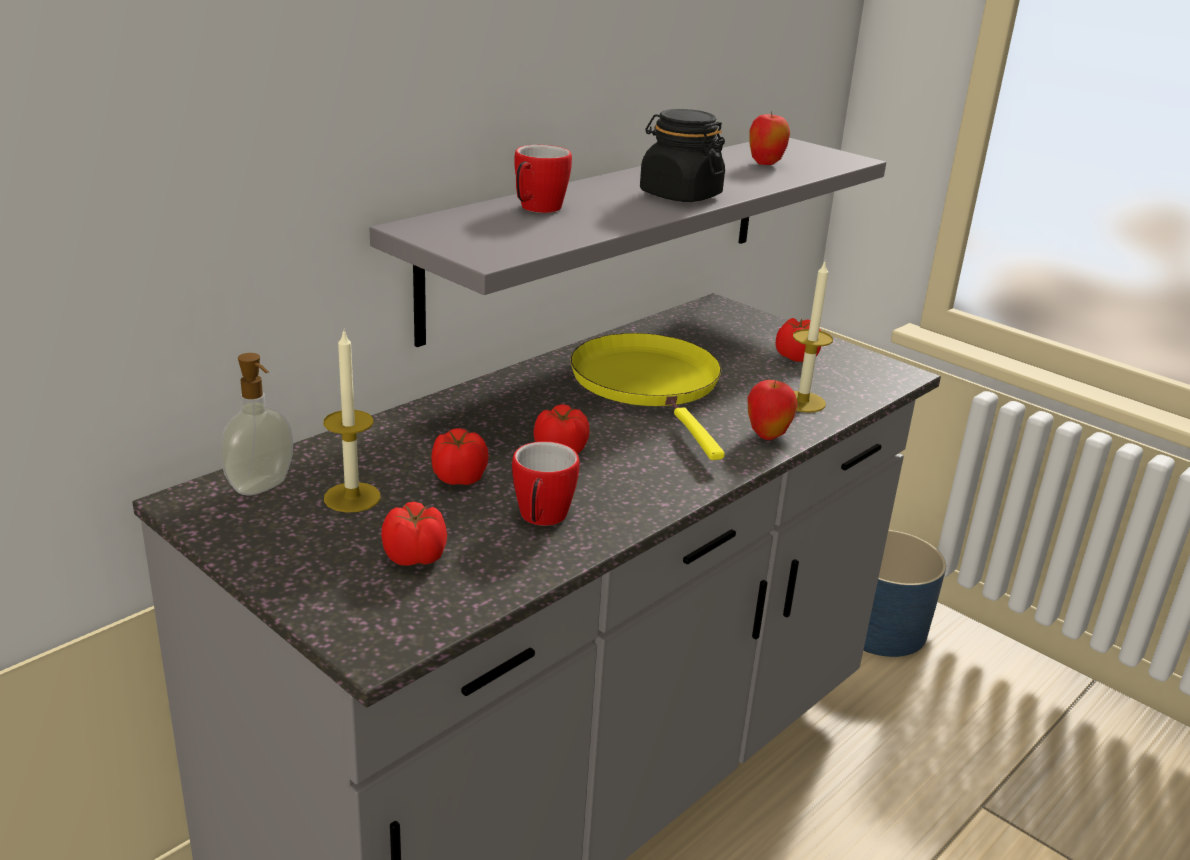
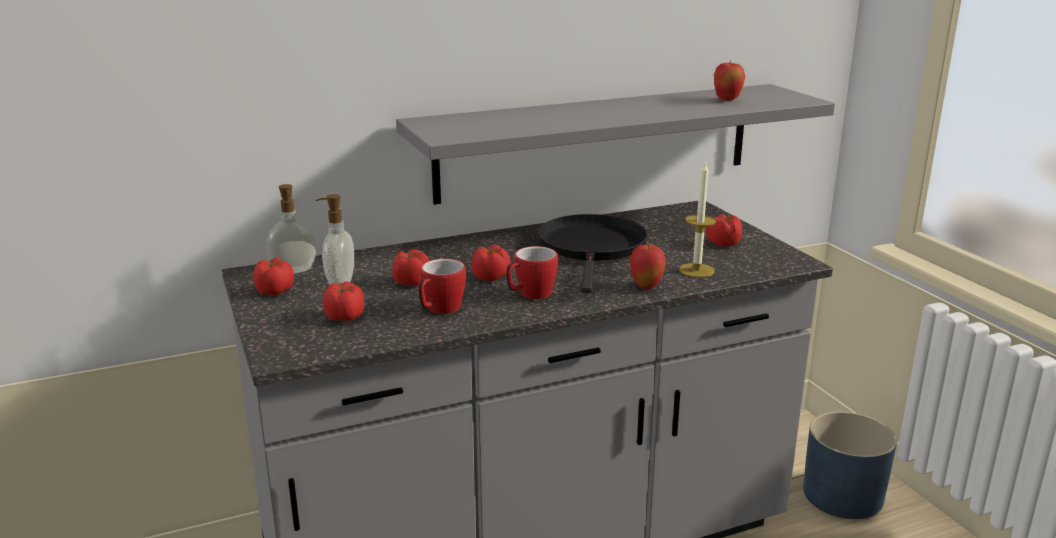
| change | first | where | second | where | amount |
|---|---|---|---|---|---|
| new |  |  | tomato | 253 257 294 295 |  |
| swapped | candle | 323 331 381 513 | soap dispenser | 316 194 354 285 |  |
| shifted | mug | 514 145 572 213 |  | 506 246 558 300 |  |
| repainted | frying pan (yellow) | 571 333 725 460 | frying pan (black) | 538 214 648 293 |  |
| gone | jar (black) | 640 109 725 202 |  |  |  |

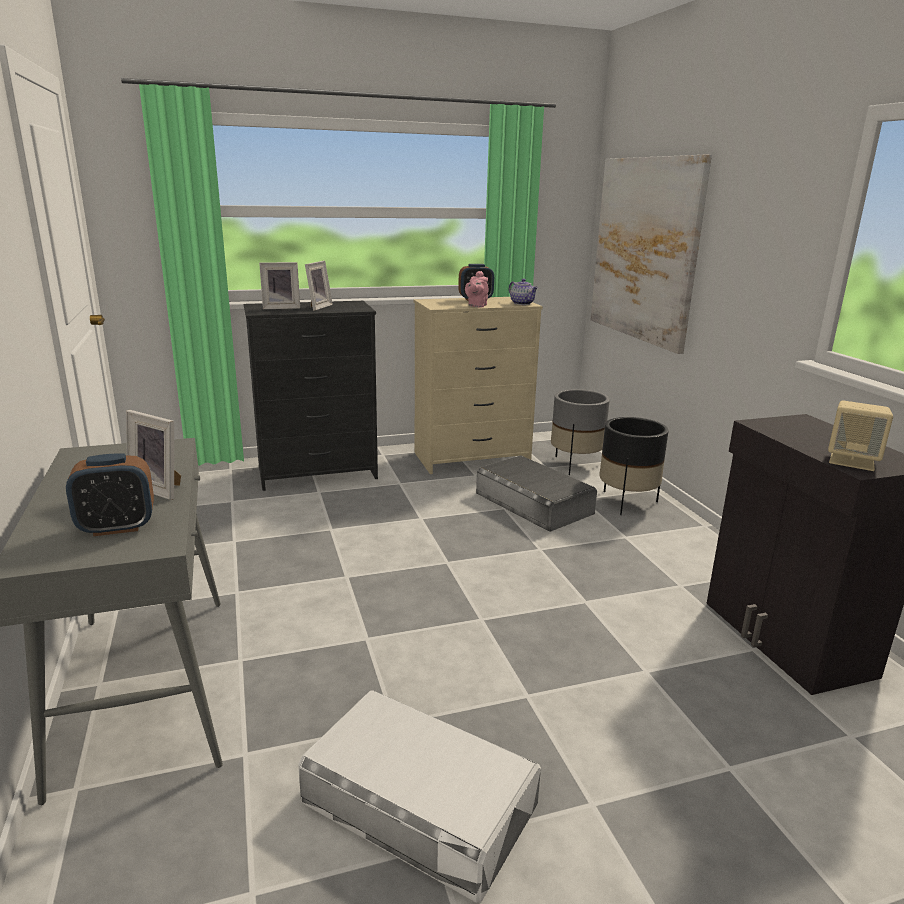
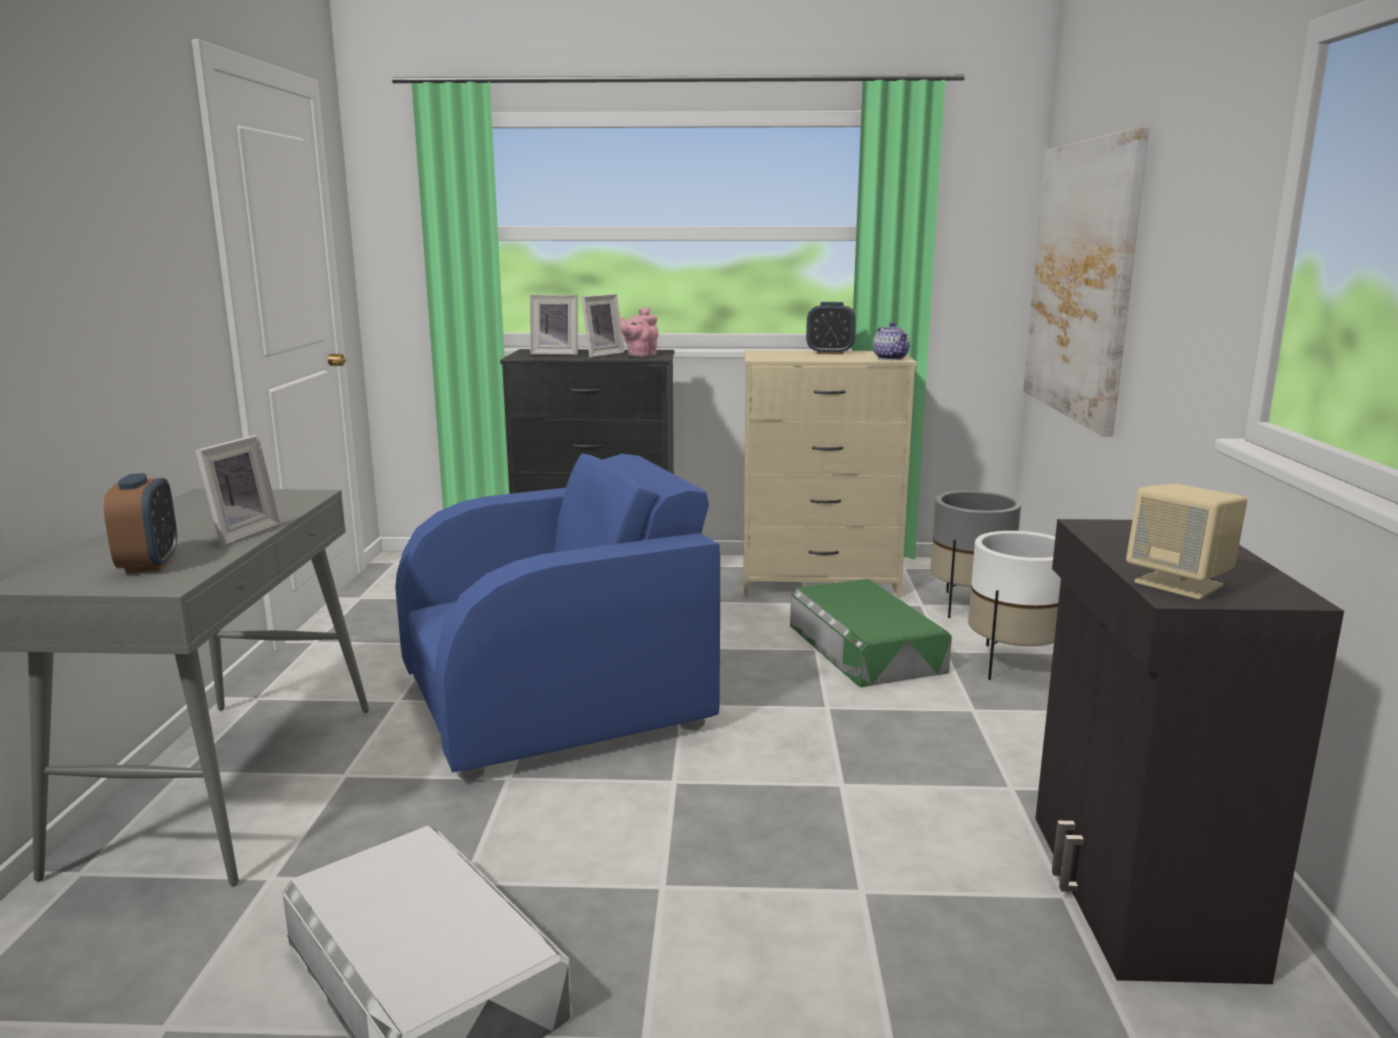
| change | first | where | second | where | amount |
|---|---|---|---|---|---|
| rotated | alarm clock | 66 453 154 536 |  | 104 473 177 573 | 105 degrees counterclockwise |
| rotated | picture frame | 126 410 181 500 |  | 195 435 280 546 | 120 degrees counterclockwise |
| new |  |  | armchair (blue) | 395 454 720 781 |  |
| shifted | teapot (pink) | 465 271 489 308 |  | 620 307 658 357 |  |
| repainted | storage box (grey) | 476 455 597 532 | storage box (green) | 790 579 952 687 |  |
| repainted | planter (black) | 599 417 669 515 | planter (white) | 968 531 1061 680 |  |

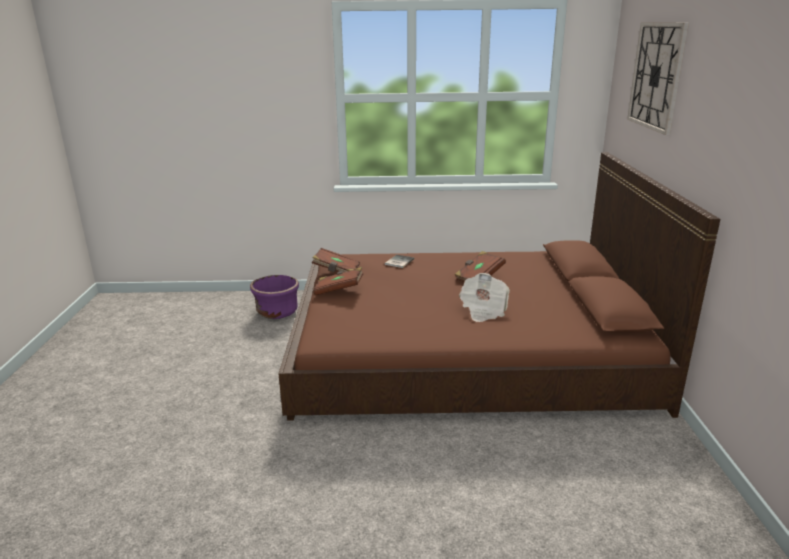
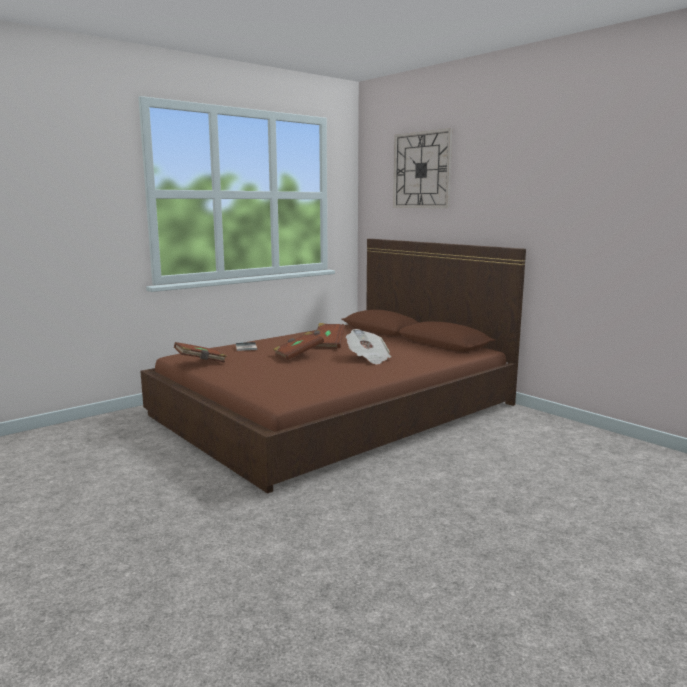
| change | first | where | second | where | amount |
|---|---|---|---|---|---|
| shifted | book (brown) | 313 267 363 295 |  | 273 332 324 360 |  |
| gone | planter (purple) | 250 275 299 319 |  |  |  |

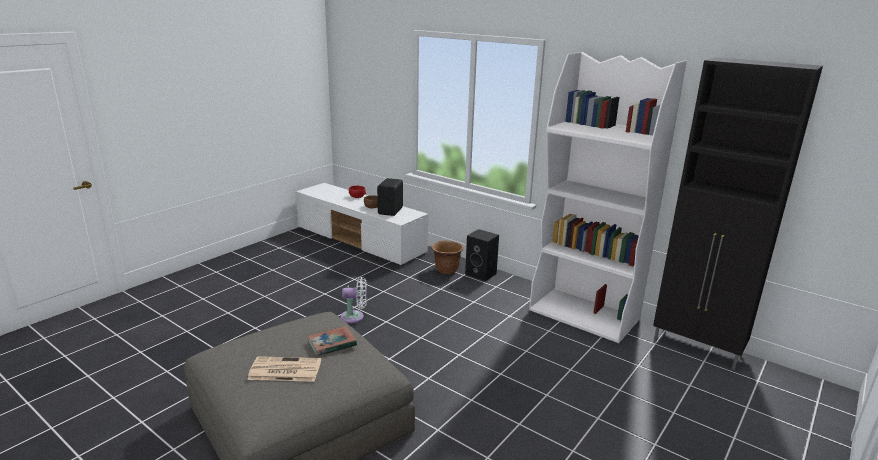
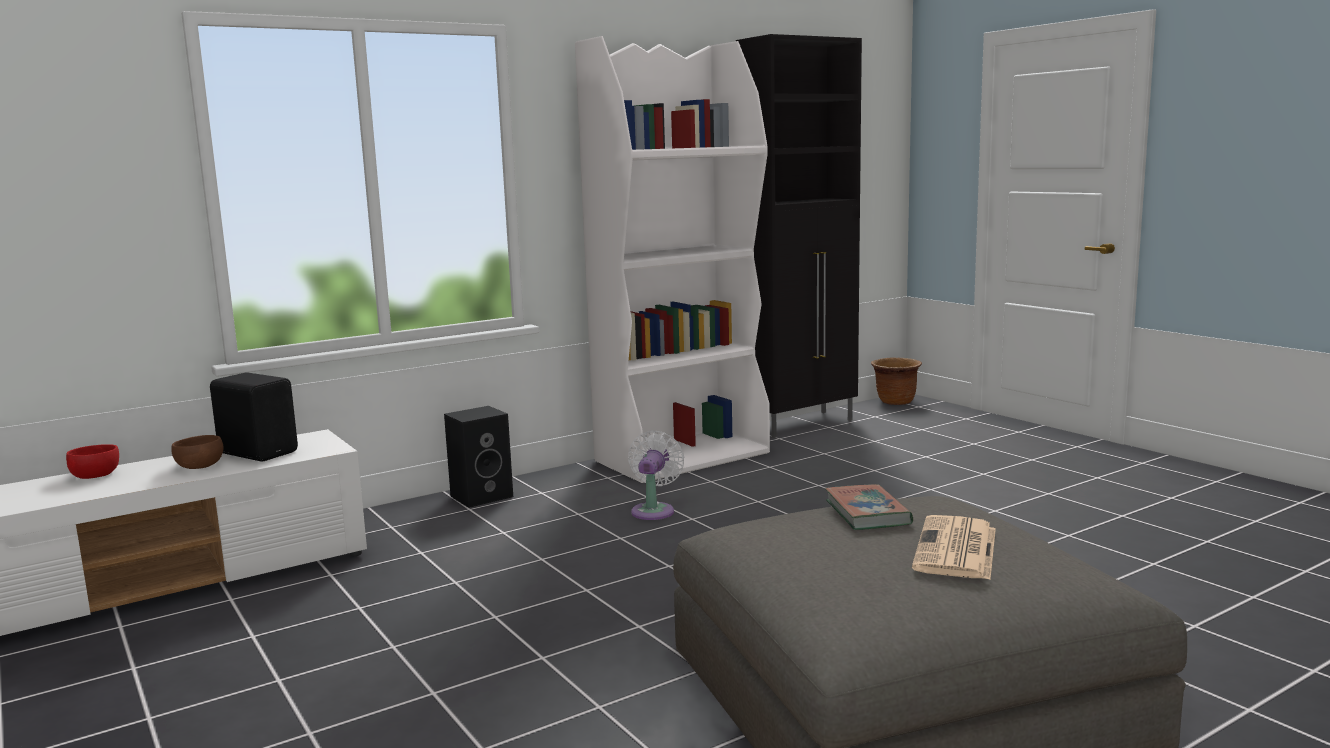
| change | first | where | second | where | amount |
|---|---|---|---|---|---|
| shifted | fan (white) | 340 277 367 323 |  | 628 430 684 520 |  |
| shifted | planter (brown) | 431 240 464 274 |  | 871 358 922 405 |  |

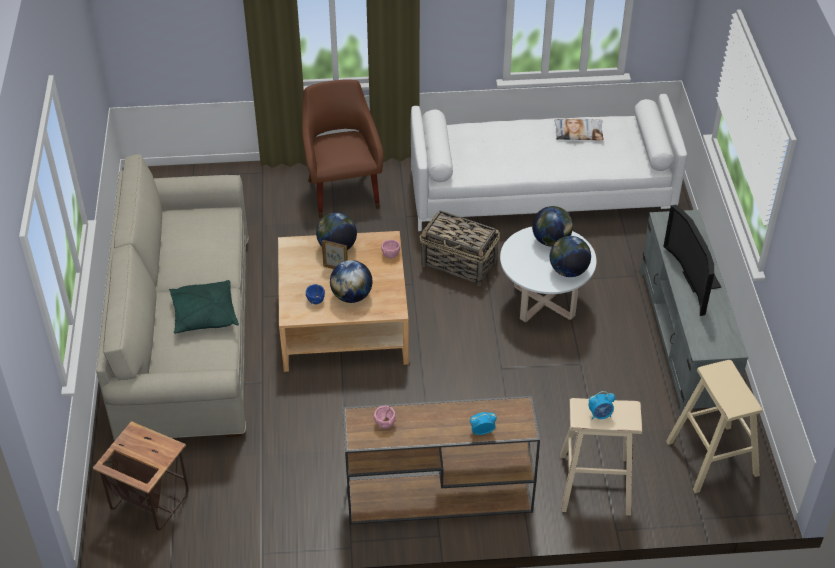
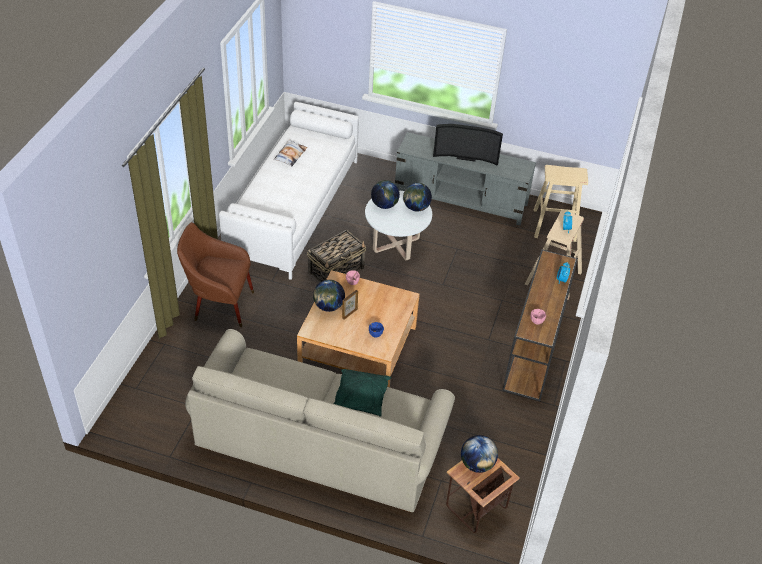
| change | first | where | second | where | amount |
|---|---|---|---|---|---|
| shifted | globe | 330 260 373 303 |  | 461 435 498 473 |  |

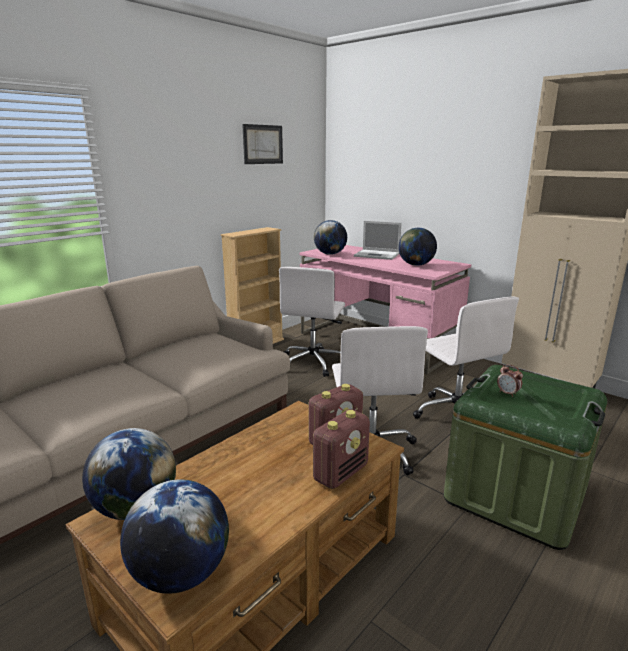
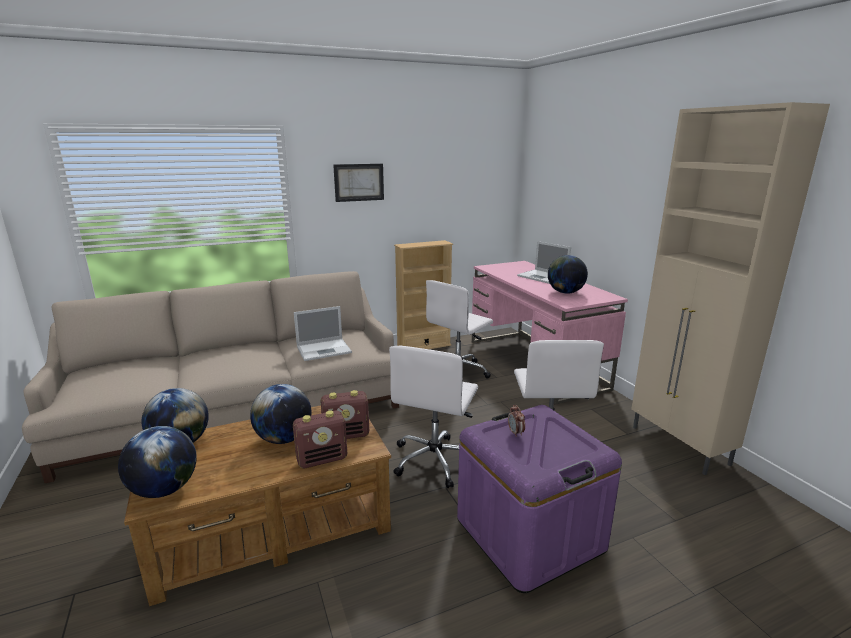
| change | first | where | second | where | amount |
|---|---|---|---|---|---|
| shifted | globe | 314 220 347 255 |  | 250 384 311 444 |  |
| new |  |  | laptop | 294 306 352 361 |  |
| shifted | picture | 242 124 283 164 |  | 333 164 384 202 |  |
| repainted | storage box (green) | 444 365 607 550 | storage box (purple) | 457 405 622 593 |  |

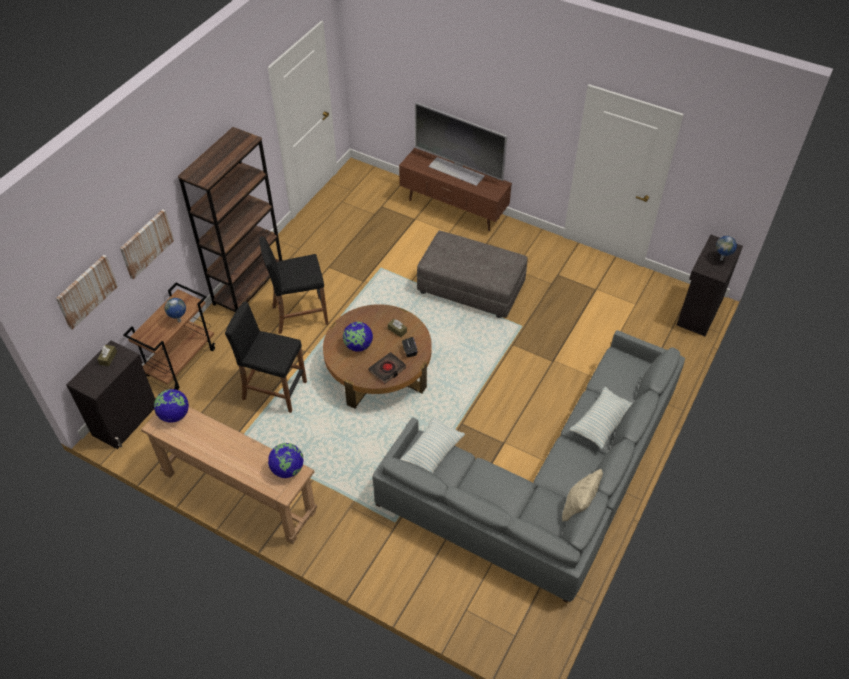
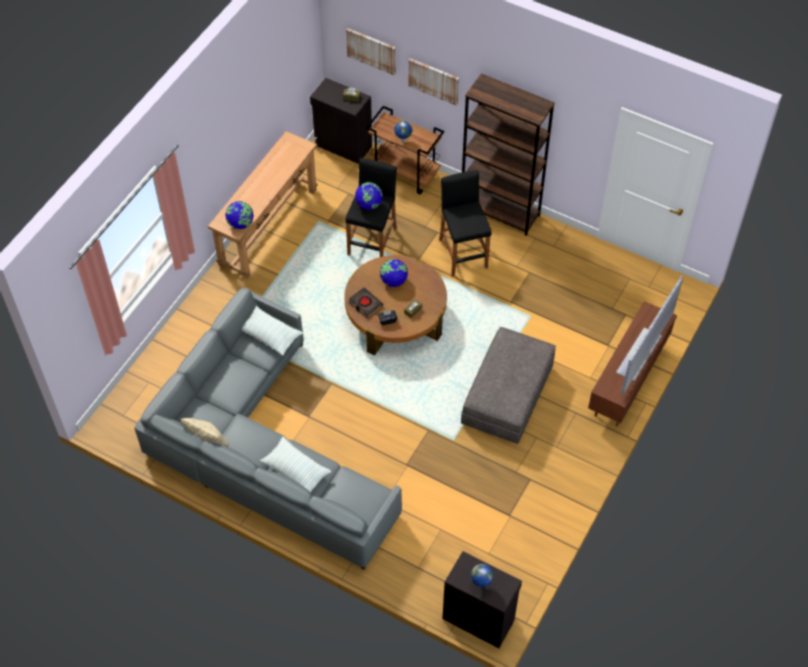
| change | first | where | second | where | amount |
|---|---|---|---|---|---|
| shifted | globe | 154 389 189 423 |  | 355 182 383 210 |  |

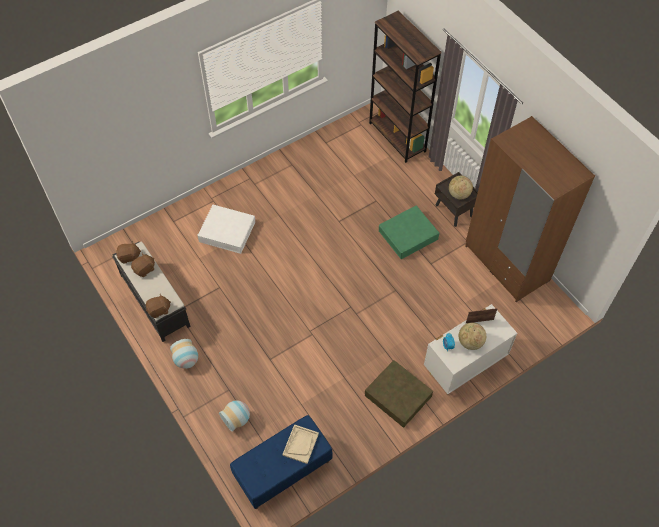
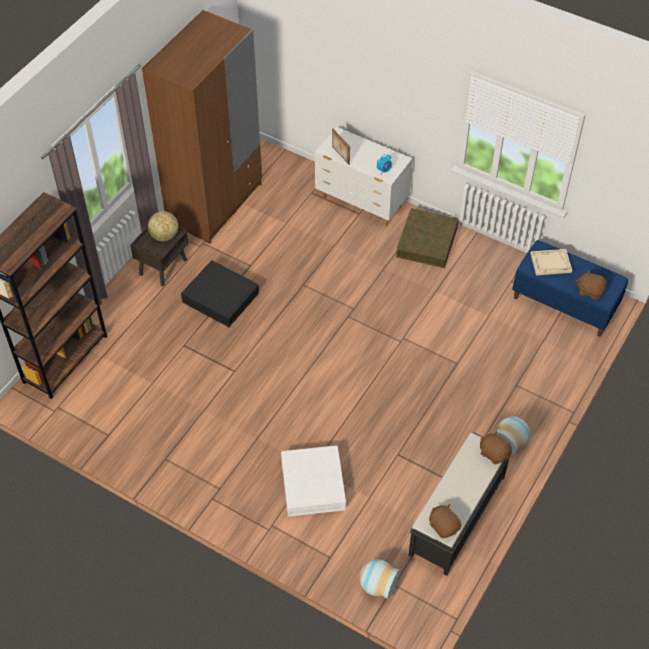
| change | first | where | second | where | amount |
|---|---|---|---|---|---|
| repainted | storage box (green) | 379 205 439 259 | storage box (black) | 181 260 259 327 |  |
| shifted | vase | 219 400 250 432 |  | 360 559 400 599 |  |
| shifted | plush toy (brown) | 131 253 155 277 |  | 576 270 607 300 |  |
| gone | globe | 458 322 486 350 |  |  |  |

